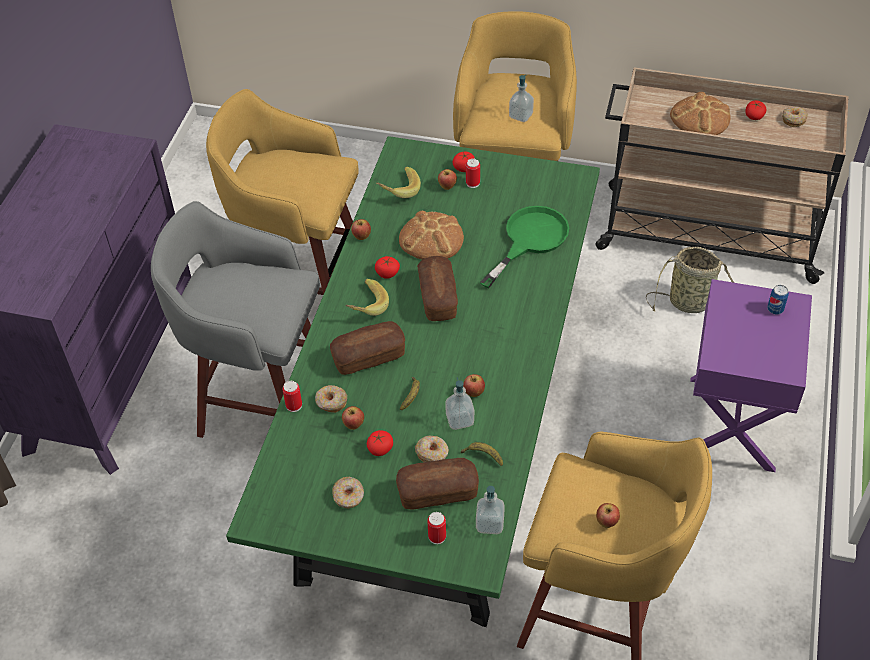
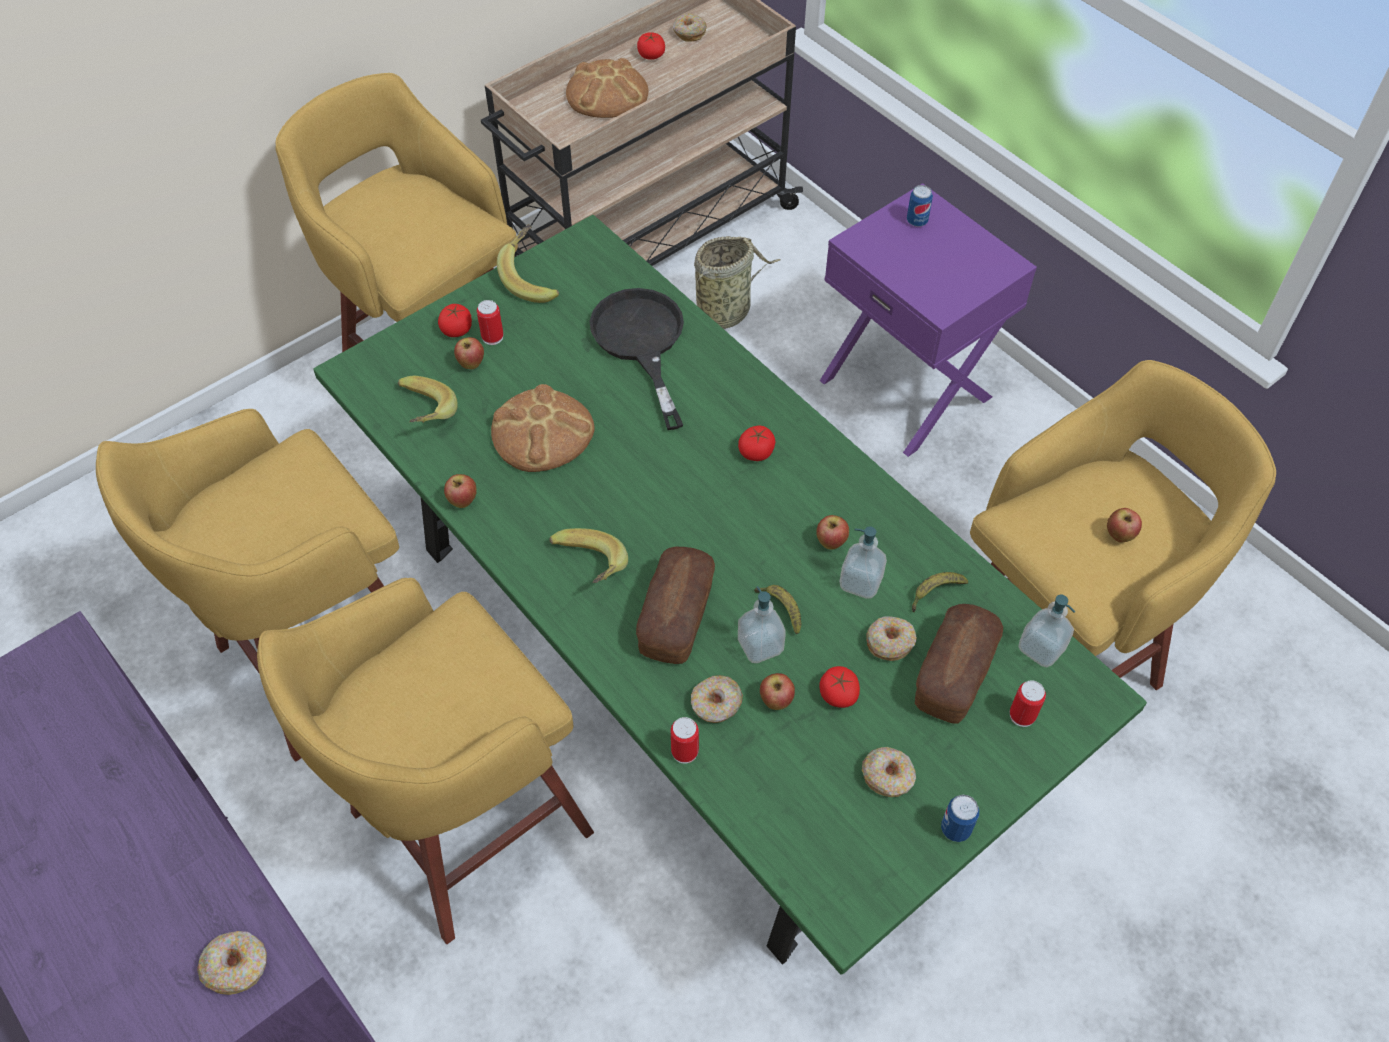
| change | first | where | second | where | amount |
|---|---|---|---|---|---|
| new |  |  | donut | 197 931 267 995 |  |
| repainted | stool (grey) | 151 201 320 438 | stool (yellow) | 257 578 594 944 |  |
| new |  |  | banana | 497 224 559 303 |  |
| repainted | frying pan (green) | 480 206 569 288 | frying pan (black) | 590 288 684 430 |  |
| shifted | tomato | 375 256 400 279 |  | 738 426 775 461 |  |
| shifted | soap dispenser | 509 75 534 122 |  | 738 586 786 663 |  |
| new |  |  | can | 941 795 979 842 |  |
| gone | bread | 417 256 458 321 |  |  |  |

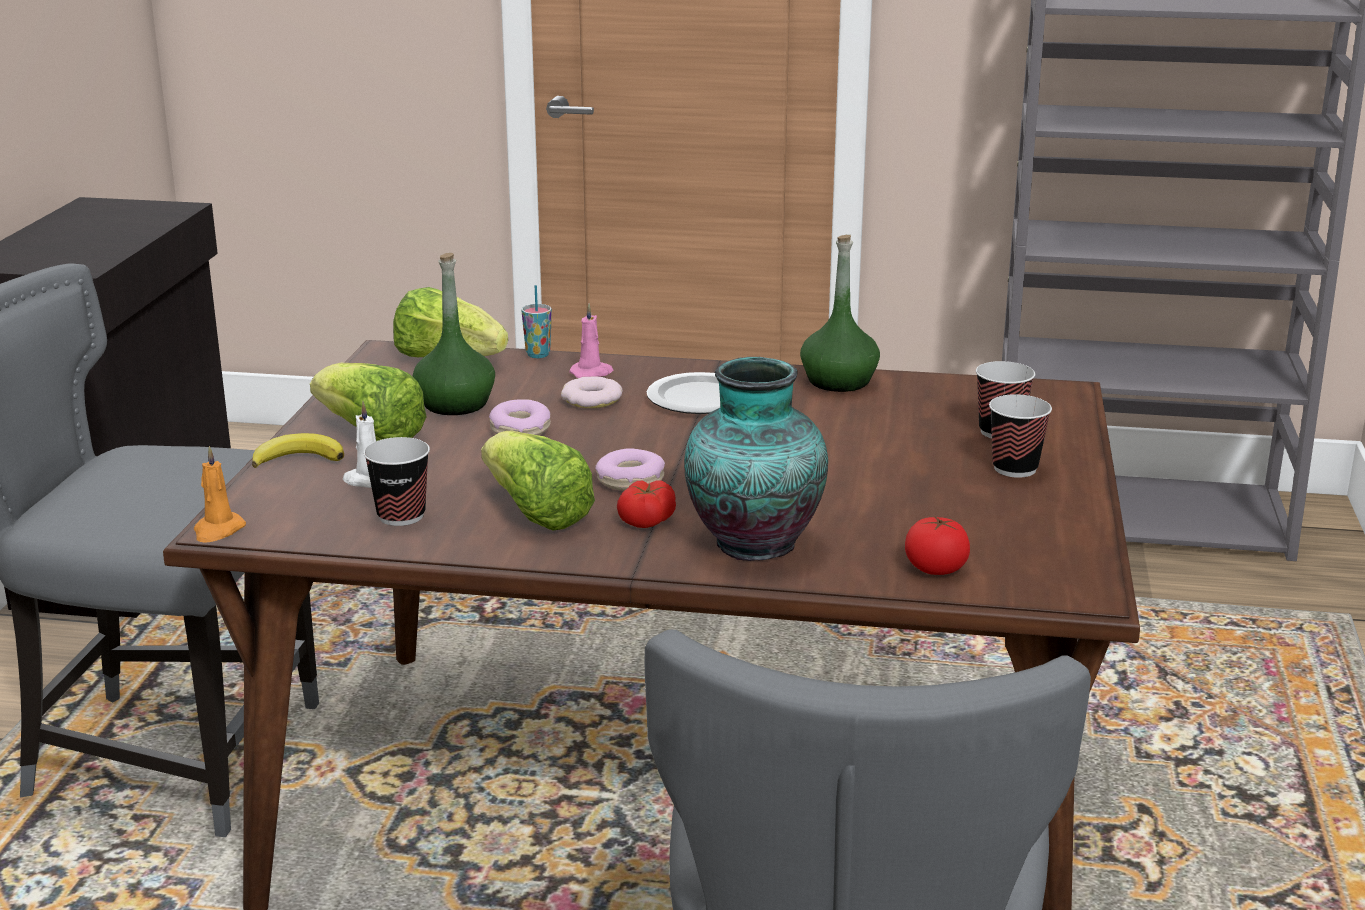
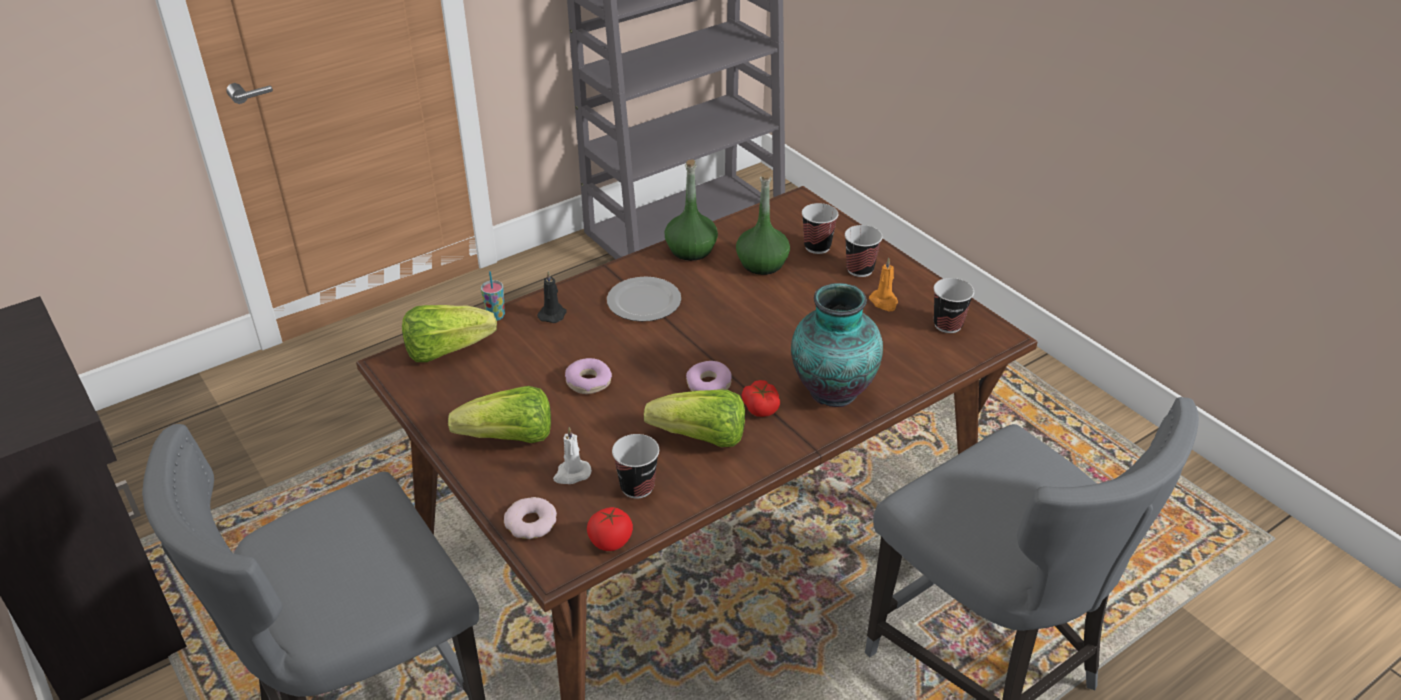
| change | first | where | second | where | amount |
|---|---|---|---|---|---|
| shifted | donut | 561 376 623 408 |  | 504 497 557 539 |  |
| repainted | candle (pink) | 569 303 613 378 | candle (black) | 537 271 567 323 |  |
| shifted | tomato | 905 517 970 575 |  | 587 507 633 551 |  |
| shifted | bottle (green) | 412 253 495 415 |  | 736 172 790 275 |  |
| shifted | candle (orange) | 194 446 246 543 |  | 869 258 898 311 |  |
| new |  |  | cup | 934 278 974 333 |  |
| gone | banana | 252 433 344 468 |  |  |  |

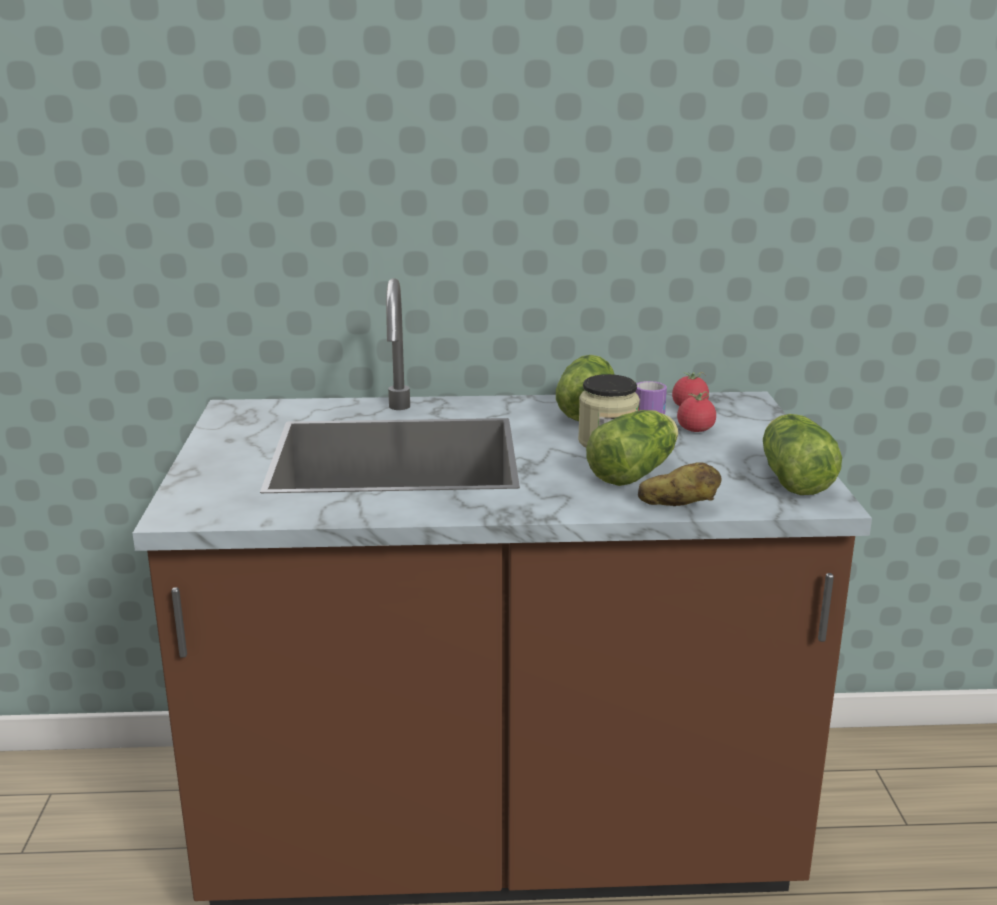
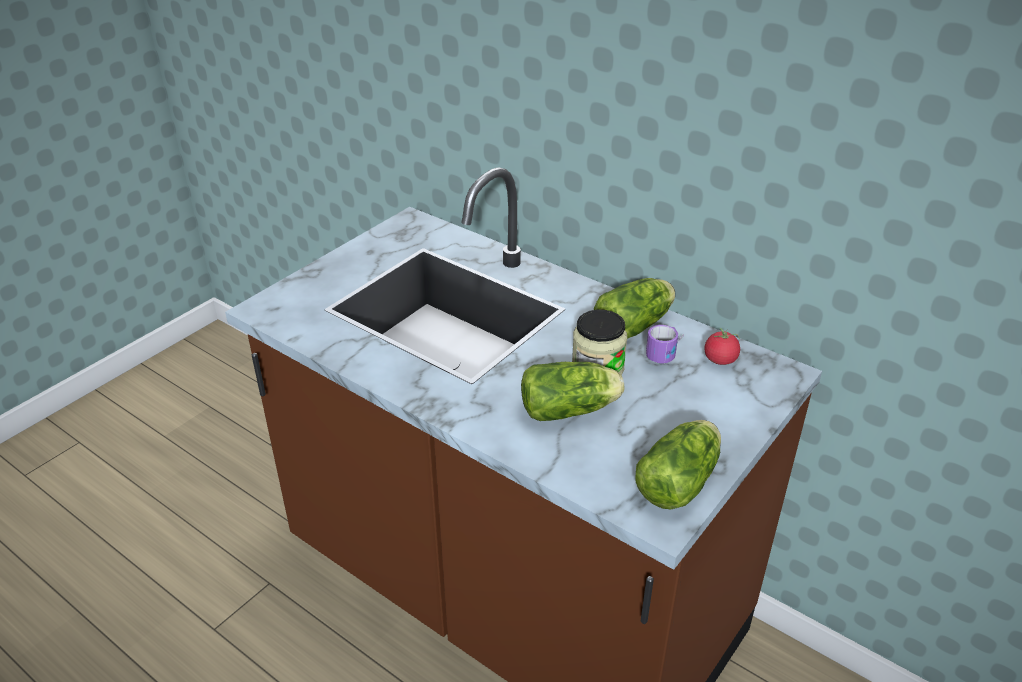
| change | first | where | second | where | amount |
|---|---|---|---|---|---|
| gone | potato | 638 462 721 506 |  |  |  |
| gone | tomato | 677 391 716 432 |  |  |  |

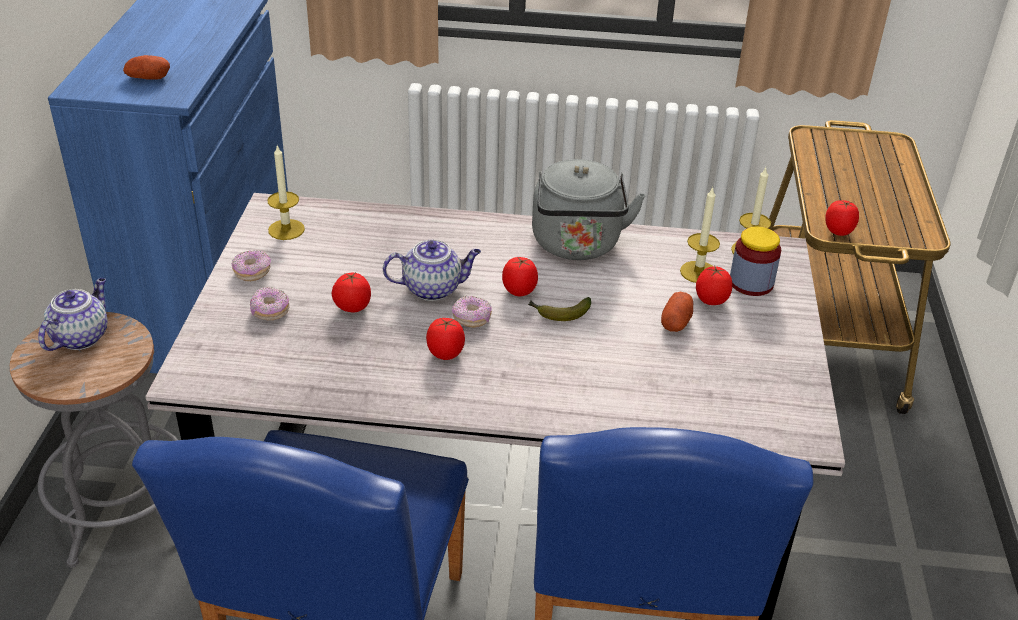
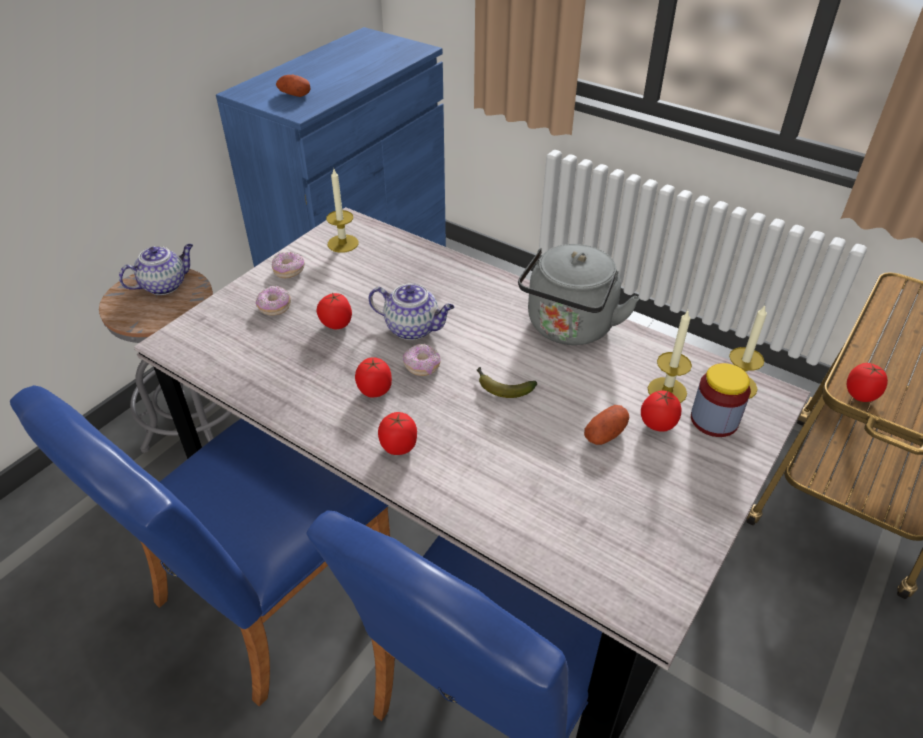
| change | first | where | second | where | amount |
|---|---|---|---|---|---|
| shifted | tomato | 502 257 538 296 |  | 378 412 417 455 |  |

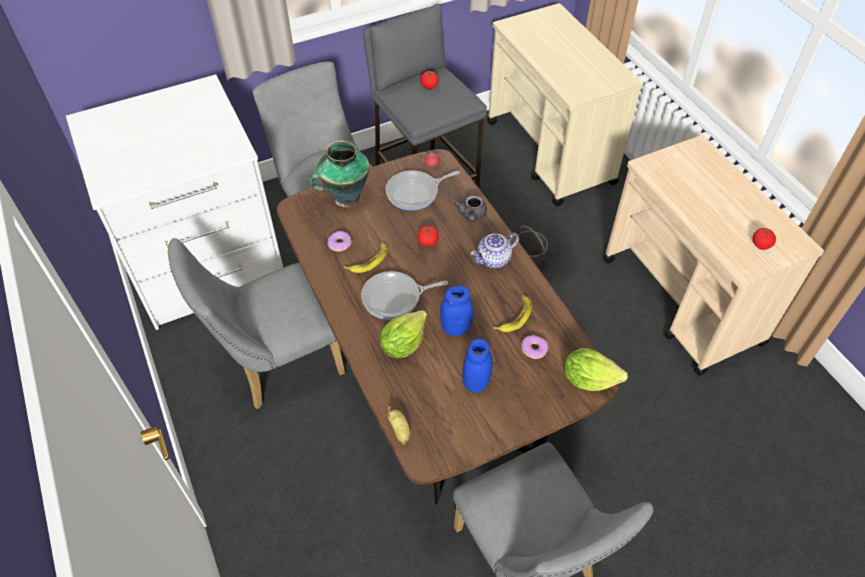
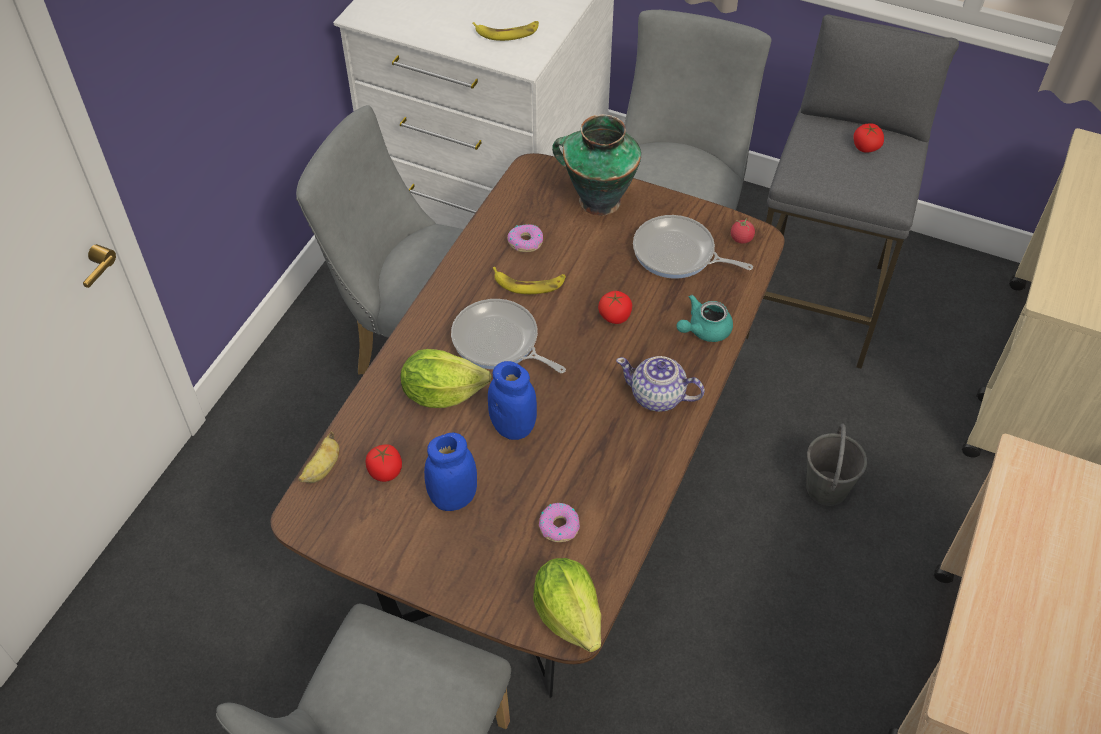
| change | first | where | second | where | amount |
|---|---|---|---|---|---|
| shifted | tomato | 753 228 776 250 |  | 366 444 402 482 |  |
| shifted | banana | 494 295 532 332 |  | 472 21 539 41 |  |
| repainted | teapot (grey) | 454 195 487 222 | teapot (turquoise) | 677 295 733 342 |  |

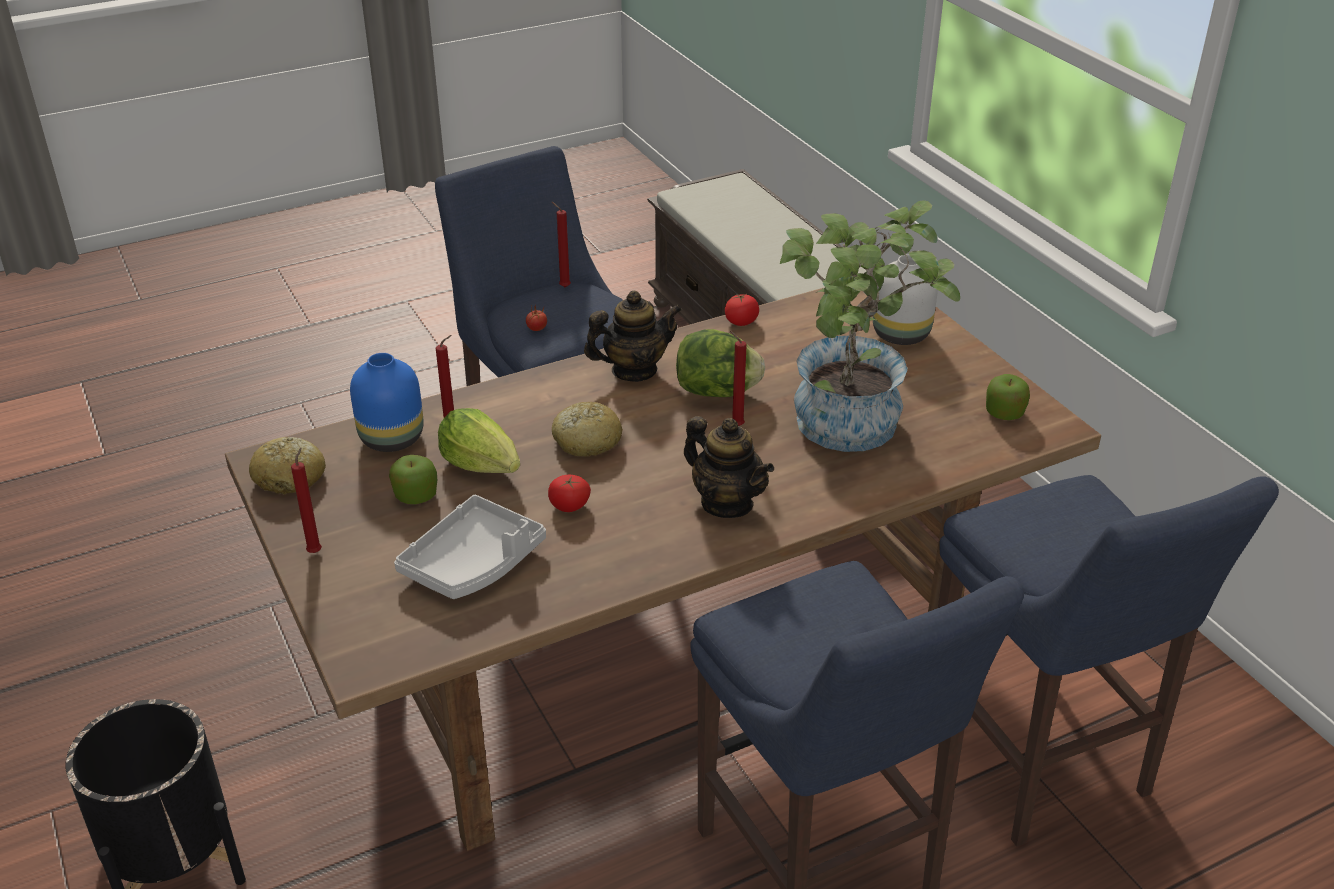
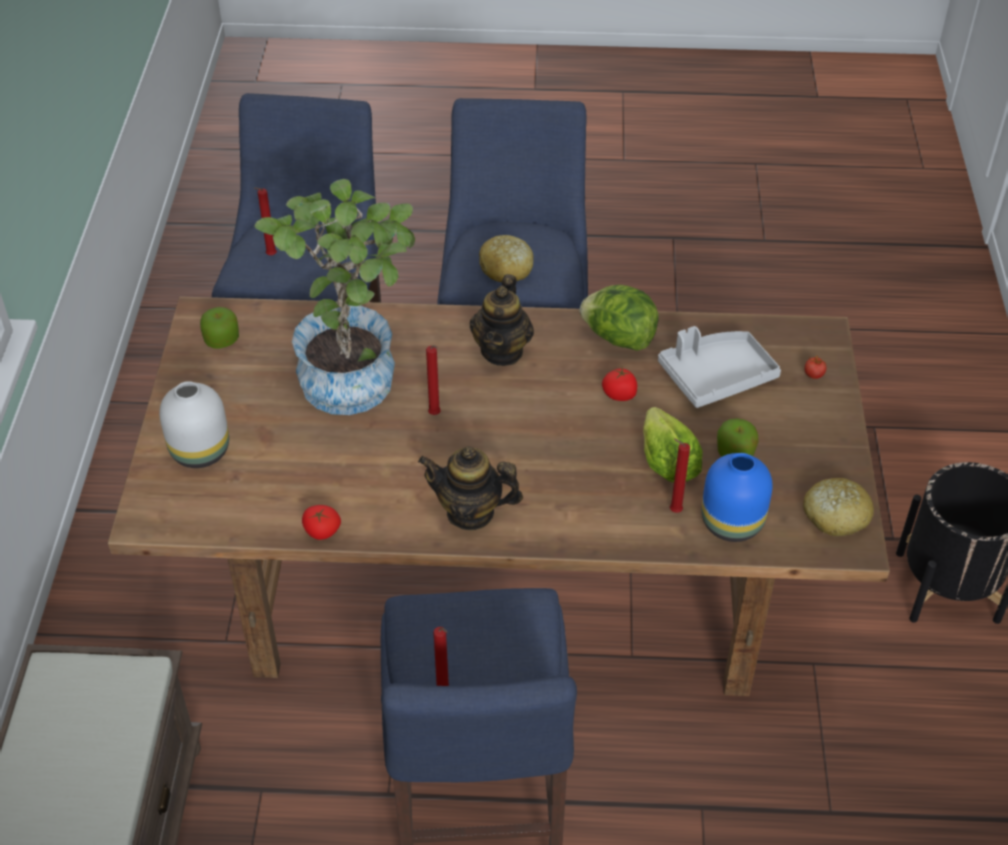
| change | first | where | second | where | amount |
|---|---|---|---|---|---|
| shifted | candle (red) | 291 448 322 553 |  | 254 188 277 256 |  |
| rotated | teapot | 684 416 774 518 |  | 470 274 534 366 | 150 degrees counterclockwise |
| shifted | bread | 552 402 623 457 |  | 479 235 533 282 |  |
| shifted | lettuce | 676 329 765 397 |  | 579 285 659 351 |  |
| shifted | tomato | 526 305 547 331 |  | 804 355 826 379 |  |

